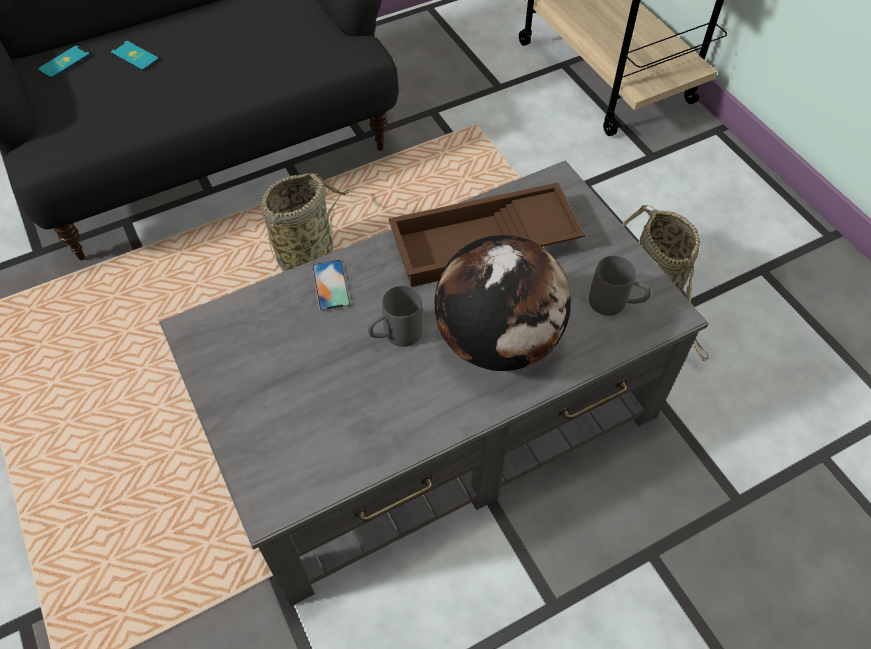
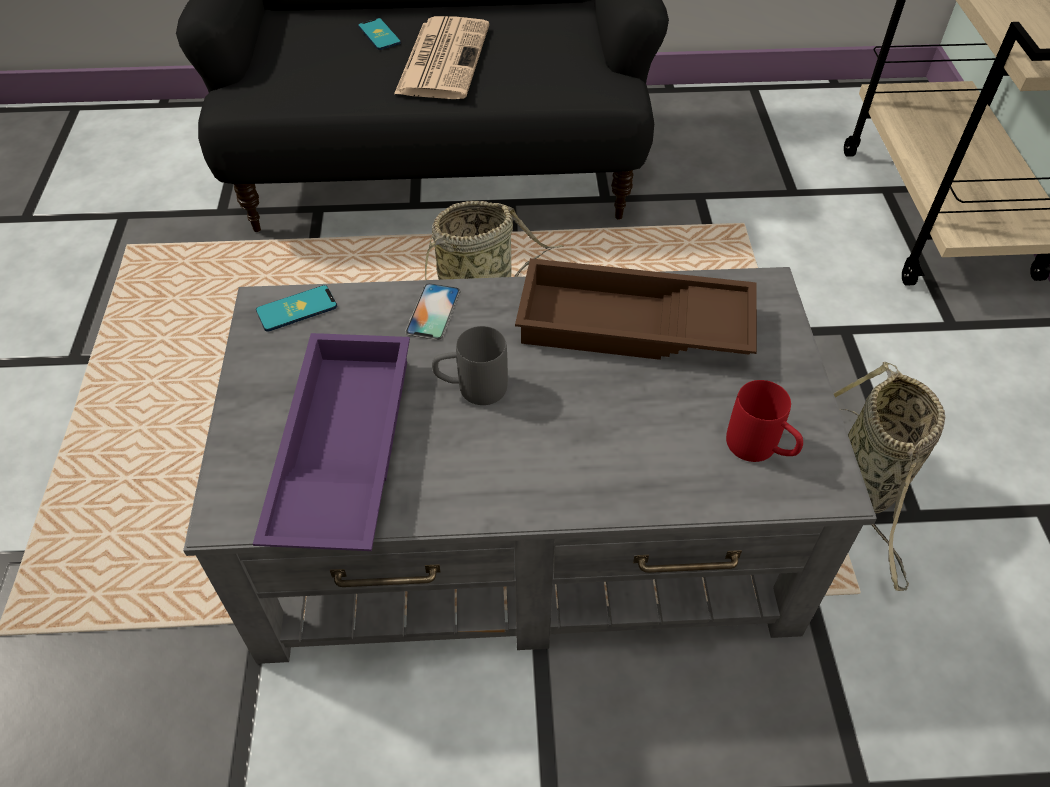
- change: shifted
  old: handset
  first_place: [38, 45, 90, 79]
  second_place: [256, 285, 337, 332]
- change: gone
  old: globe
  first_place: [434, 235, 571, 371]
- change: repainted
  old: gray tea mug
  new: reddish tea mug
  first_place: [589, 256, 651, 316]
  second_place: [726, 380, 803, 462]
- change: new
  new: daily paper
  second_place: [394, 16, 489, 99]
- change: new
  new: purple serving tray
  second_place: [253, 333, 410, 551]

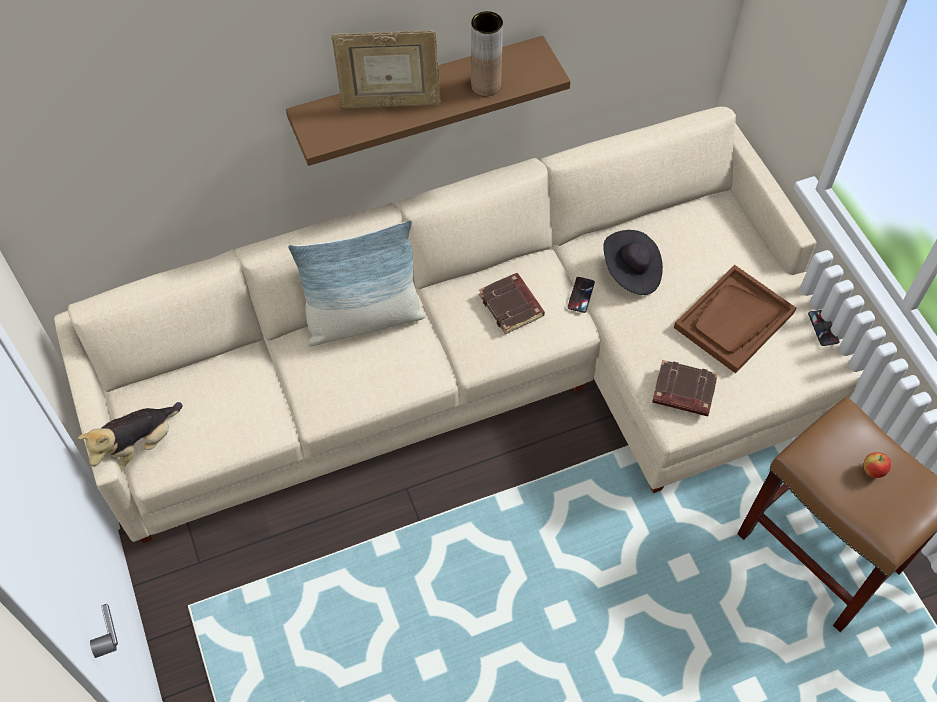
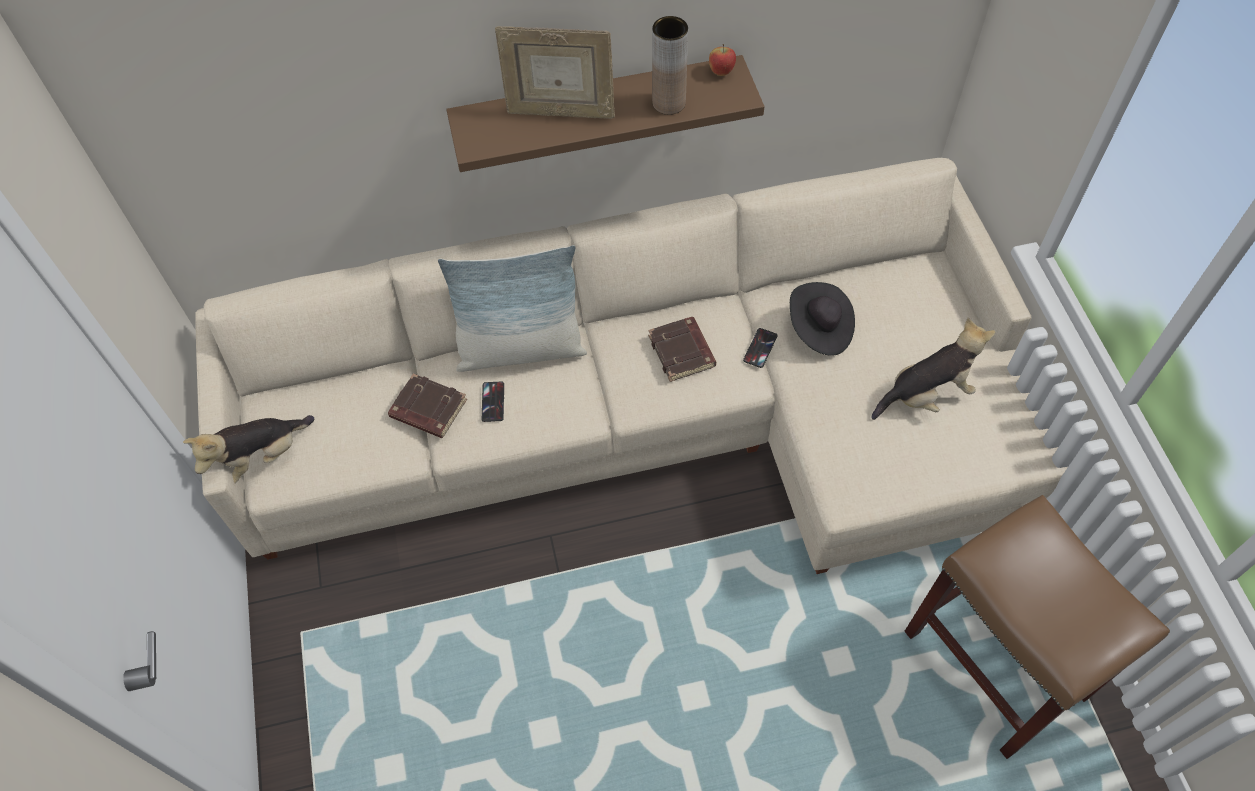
- change: swapped
  old: brownish serving tray
  new: soft toy
  first_place: [674, 265, 796, 374]
  second_place: [871, 318, 995, 420]
- change: shifted
  old: handset
  first_place: [808, 309, 840, 346]
  second_place: [482, 382, 504, 422]
- change: shifted
  old: brownish bound book
  first_place: [652, 360, 718, 416]
  second_place: [388, 374, 467, 438]
- change: shifted
  old: apple fruit
  first_place: [864, 452, 891, 478]
  second_place: [709, 44, 736, 76]

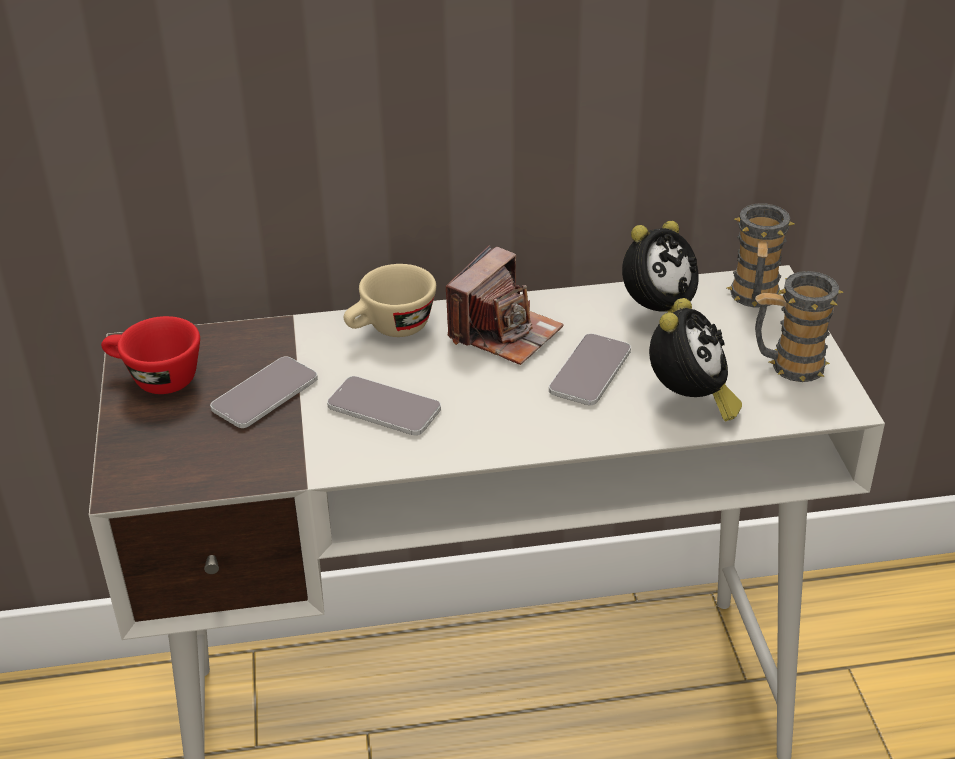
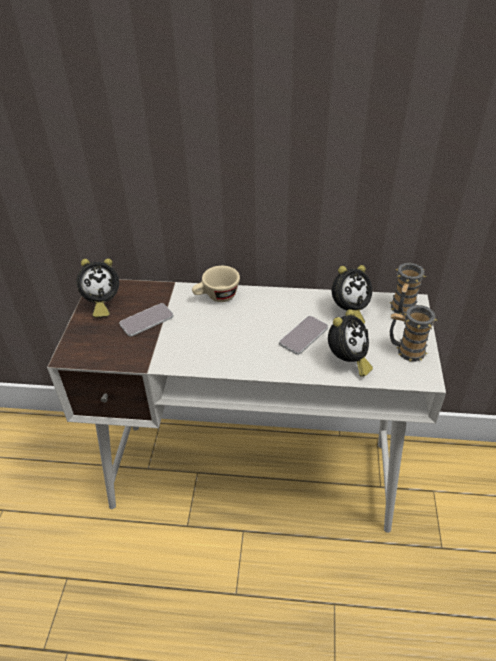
- change: gone
  old: photo camera
  first_place: [446, 245, 564, 365]
- change: swapped
  old: reddish cup
  new: alarm clock
  first_place: [101, 316, 200, 394]
  second_place: [76, 258, 119, 318]
- change: gone
  old: handset
  first_place: [327, 376, 441, 435]

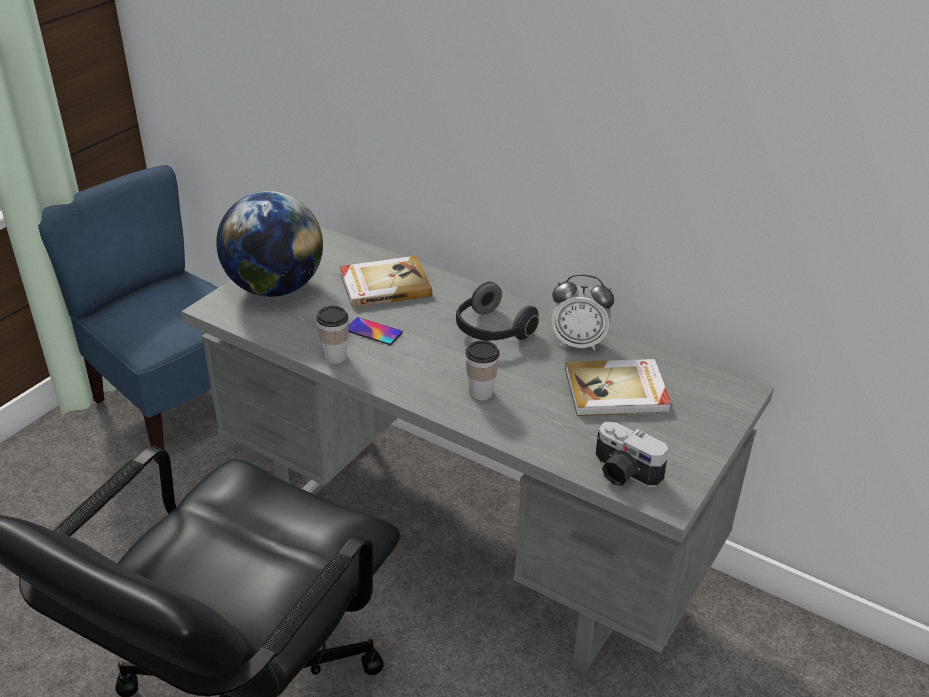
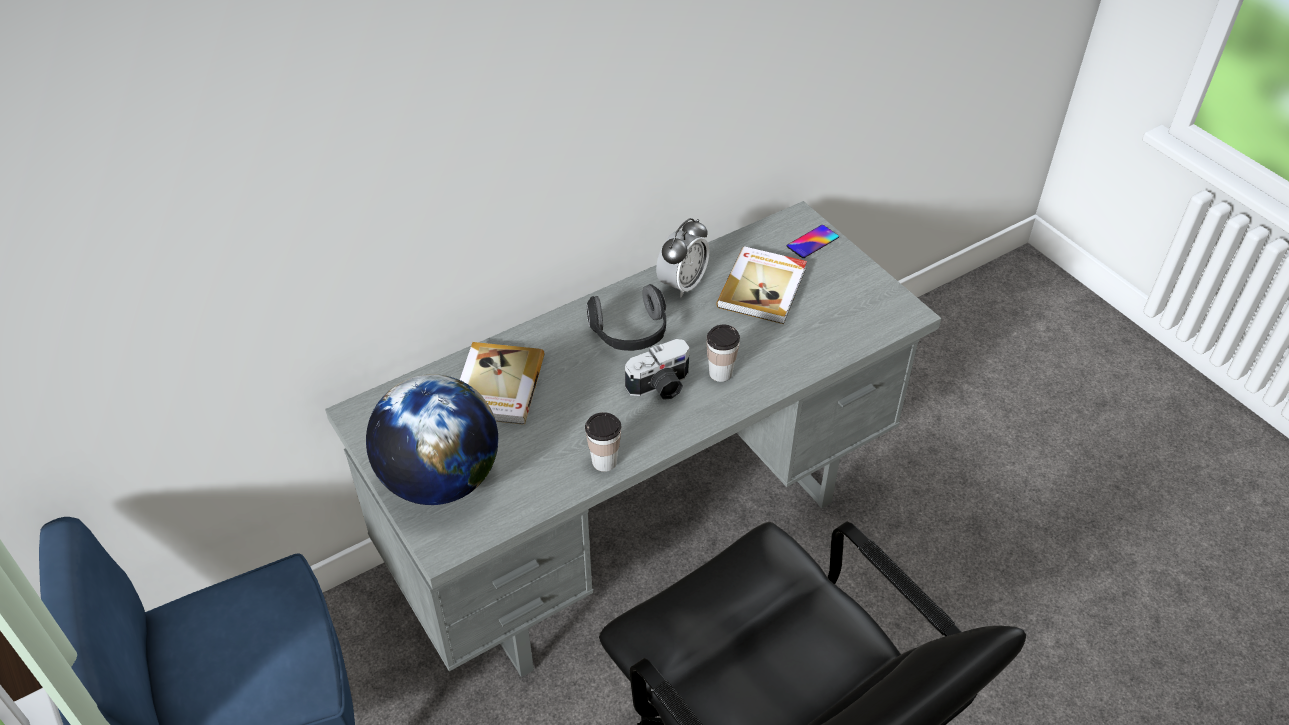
- change: shifted
  old: handset
  first_place: [348, 317, 403, 345]
  second_place: [787, 225, 839, 258]
- change: shifted
  old: photo camera
  first_place: [595, 422, 669, 487]
  second_place: [625, 339, 690, 400]

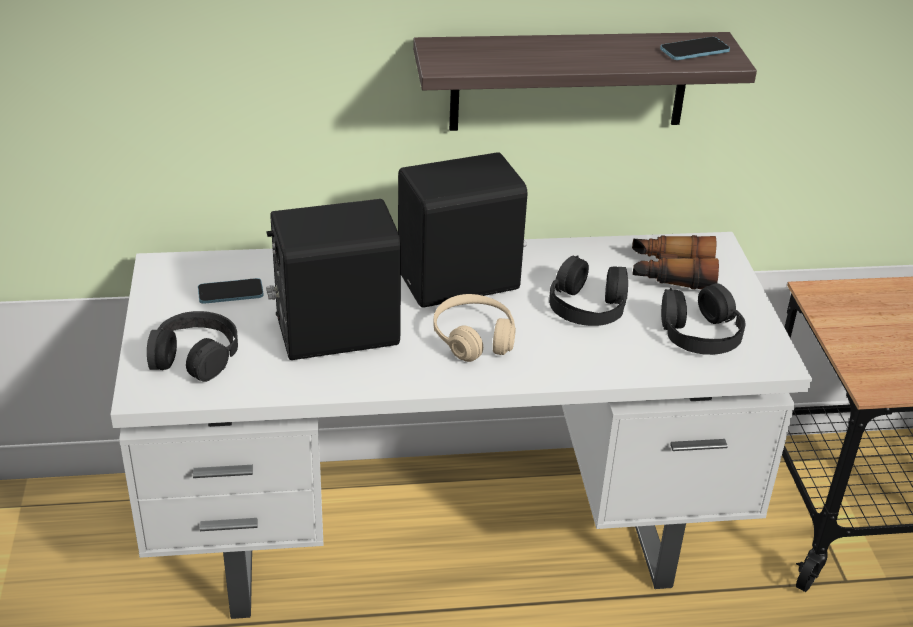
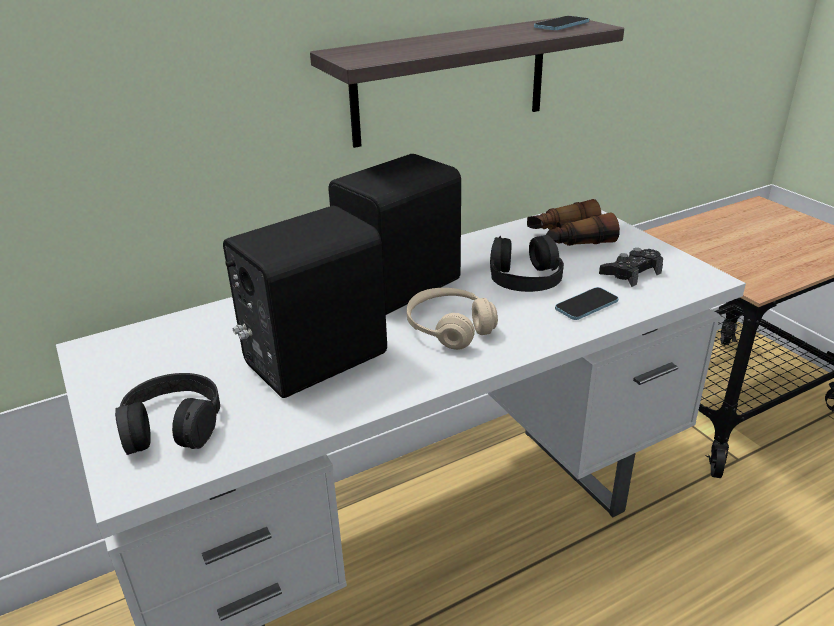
- change: shifted
  old: handset
  first_place: [198, 278, 264, 304]
  second_place: [555, 287, 619, 320]
- change: swapped
  old: blackish pair of headphones
  new: blackish game controller
  first_place: [661, 283, 745, 355]
  second_place: [599, 248, 663, 287]

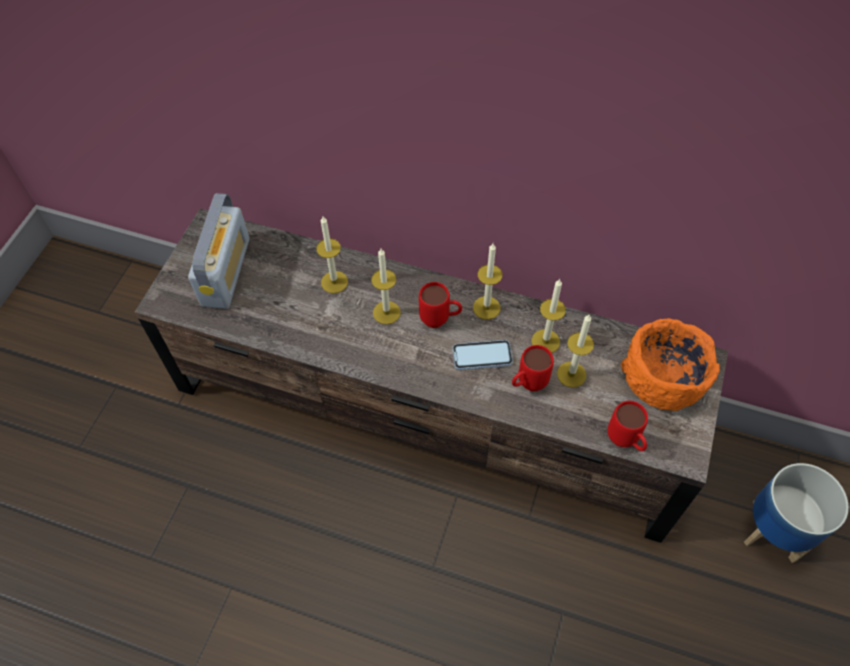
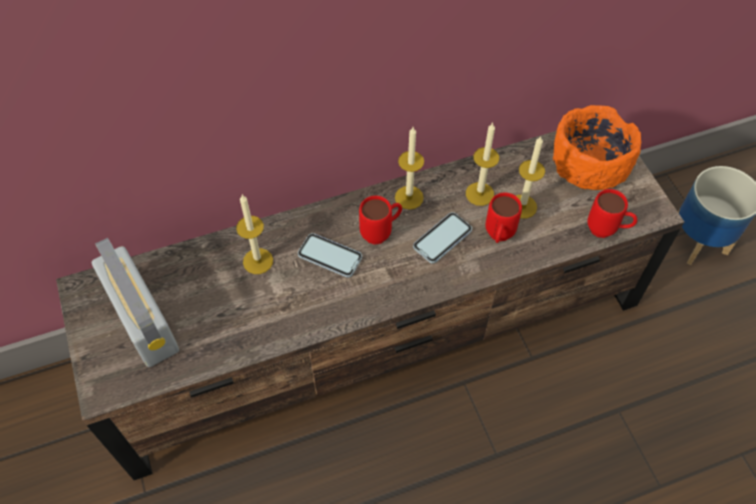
- change: swapped
  old: wax candle
  new: handset
  first_place: [371, 249, 401, 324]
  second_place: [298, 233, 362, 278]

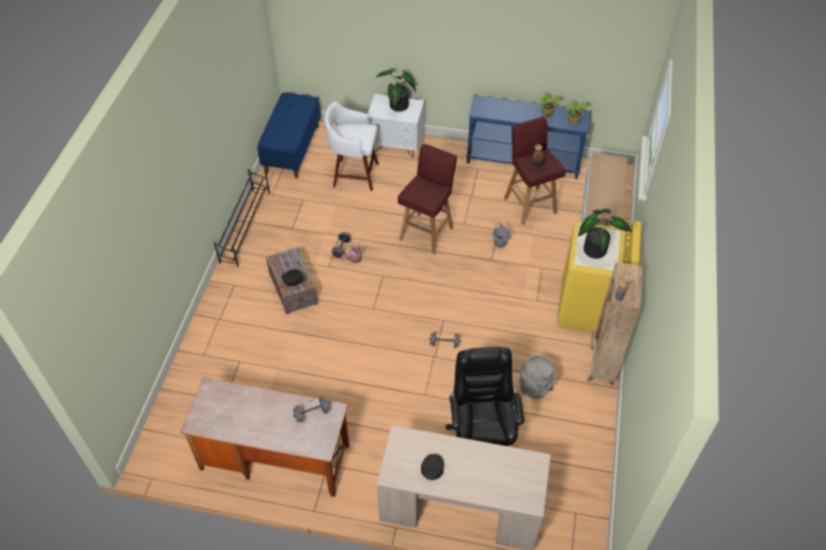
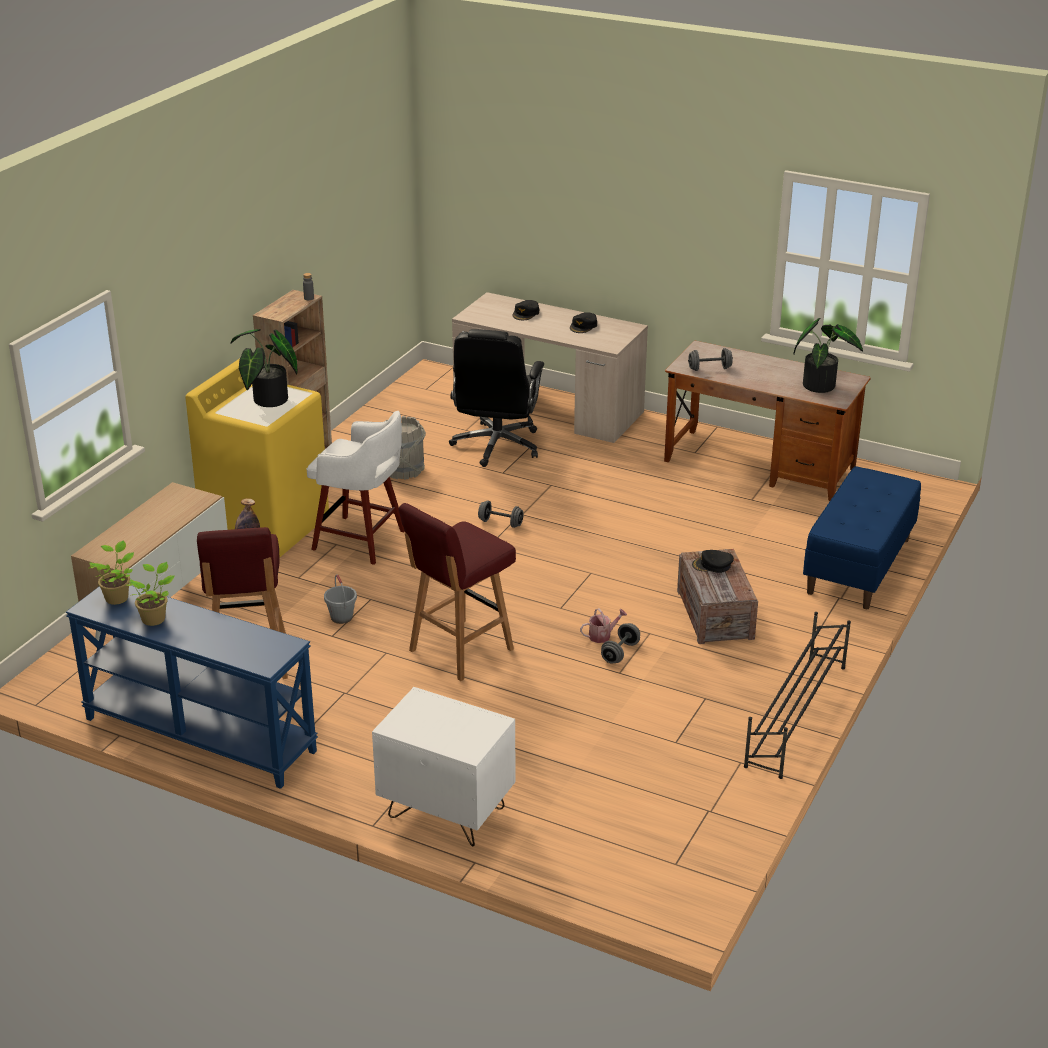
- change: shifted
  old: potted plant
  first_place: [375, 70, 416, 112]
  second_place: [793, 318, 863, 393]
- change: shifted
  old: blue-coloured bench
  first_place: [258, 93, 321, 178]
  second_place: [803, 466, 921, 609]
- change: shifted
  old: whitish stool
  first_place: [324, 101, 379, 191]
  second_place: [307, 411, 405, 565]
- change: new
  new: blackish peaked cap
  second_place: [512, 300, 539, 320]

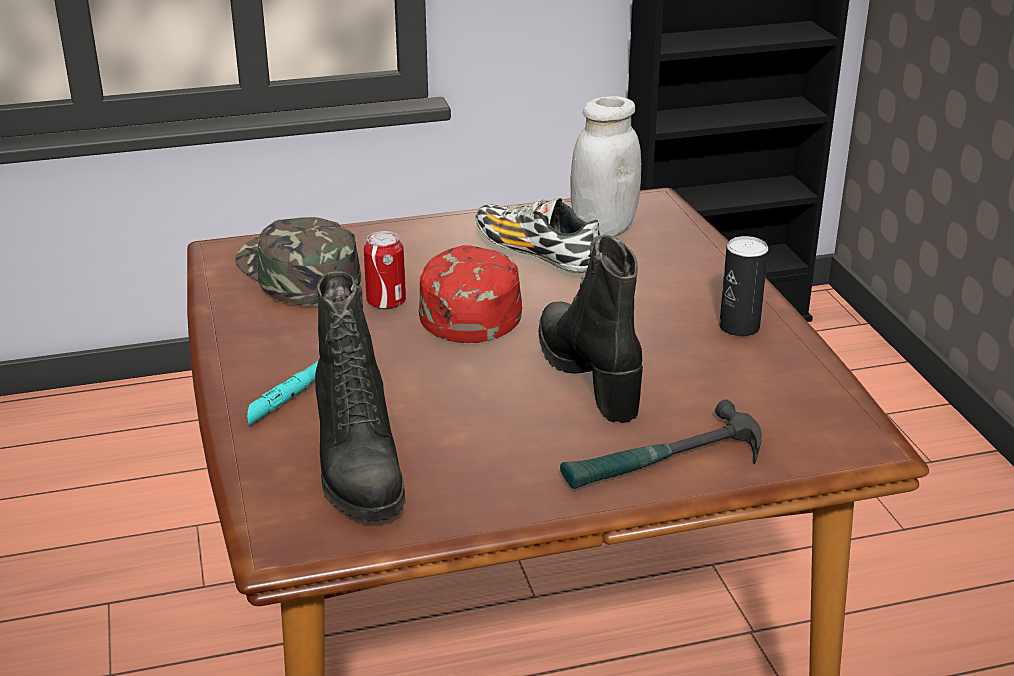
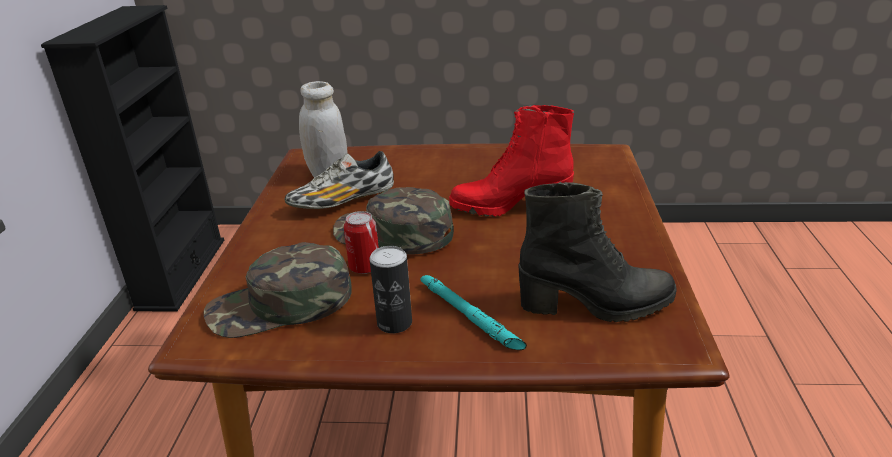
- change: repainted
  old: blackish boot
  new: reddish boot
  first_place: [539, 235, 643, 423]
  second_place: [449, 105, 574, 217]
- change: shifted
  old: can
  first_place: [719, 236, 768, 336]
  second_place: [369, 246, 412, 333]
- change: repainted
  old: reddish peaked cap
  new: greenish peaked cap
  first_place: [419, 245, 522, 343]
  second_place: [333, 187, 454, 255]
- change: gone
  old: hand hammer
  first_place: [560, 400, 762, 489]

